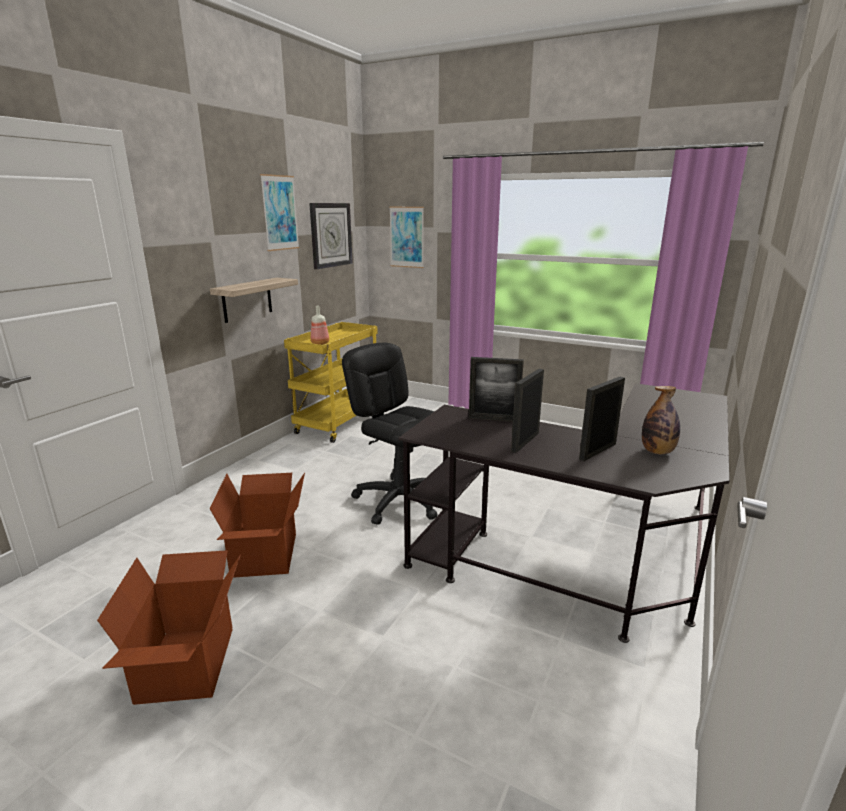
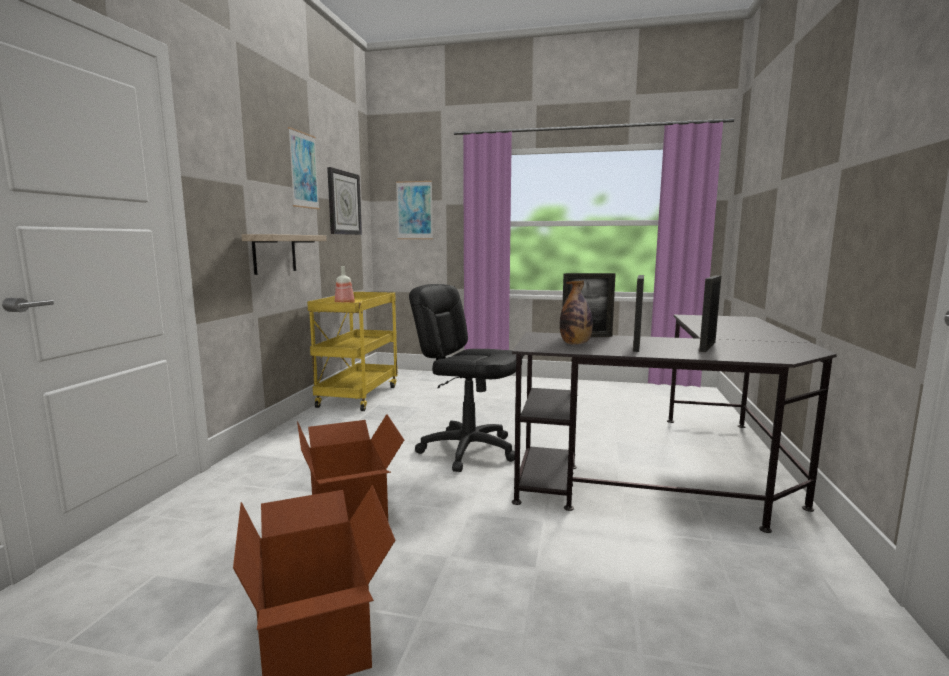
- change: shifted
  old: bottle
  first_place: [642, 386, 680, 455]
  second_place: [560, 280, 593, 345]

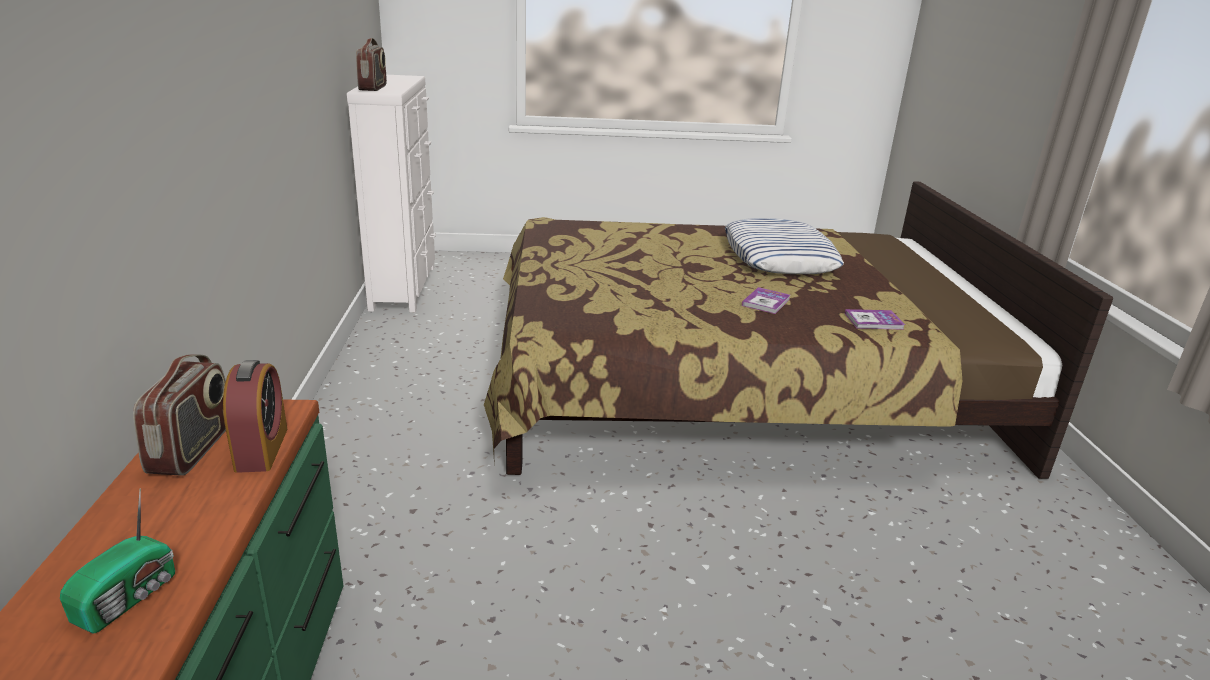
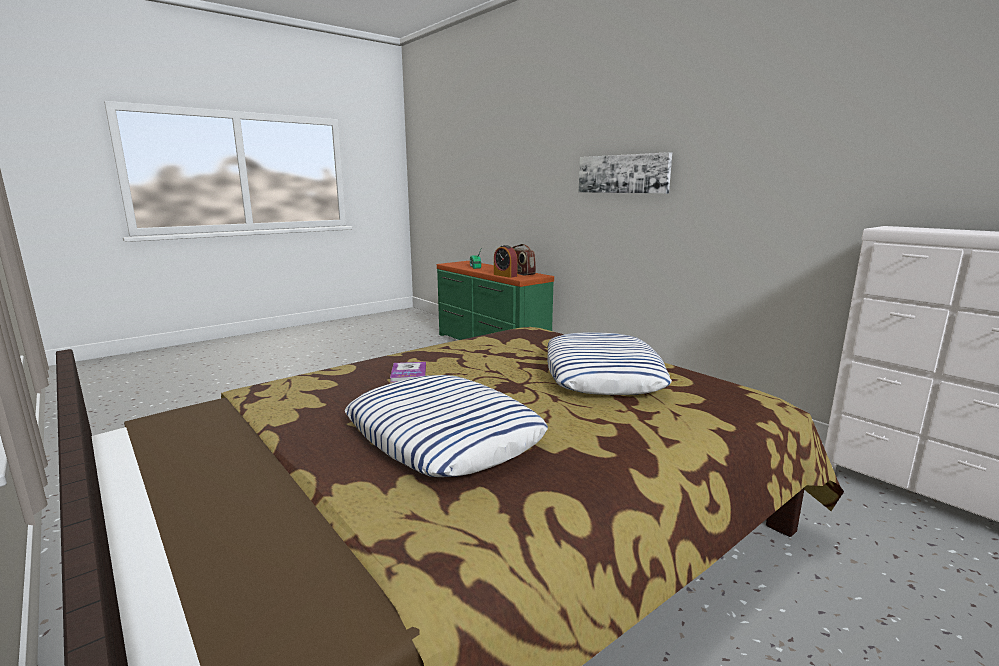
- change: gone
  old: radio set
  first_place: [356, 38, 387, 91]
- change: gone
  old: bound book
  first_place: [845, 309, 905, 330]
- change: new
  new: picture
  second_place: [579, 152, 672, 194]
- change: new
  new: cushion
  second_place: [547, 332, 672, 395]

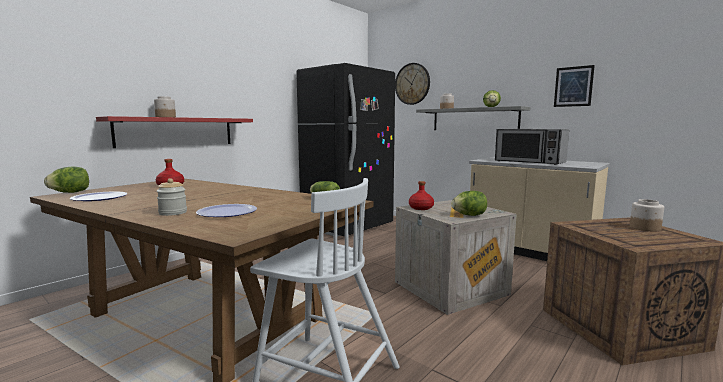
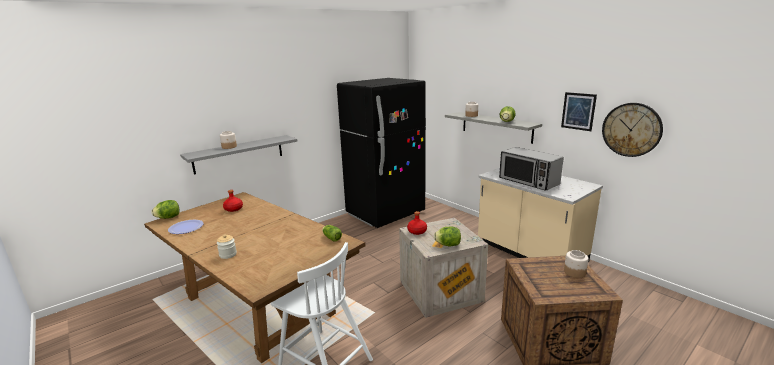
- change: shifted
  old: hanging clock
  first_place: [395, 63, 430, 105]
  second_place: [602, 103, 663, 157]
- change: repainted
  old: reddish bracket shelf
  new: gray bracket shelf
  first_place: [96, 116, 253, 148]
  second_place: [180, 135, 298, 174]
- change: gone
  old: plate
  first_place: [196, 204, 257, 217]

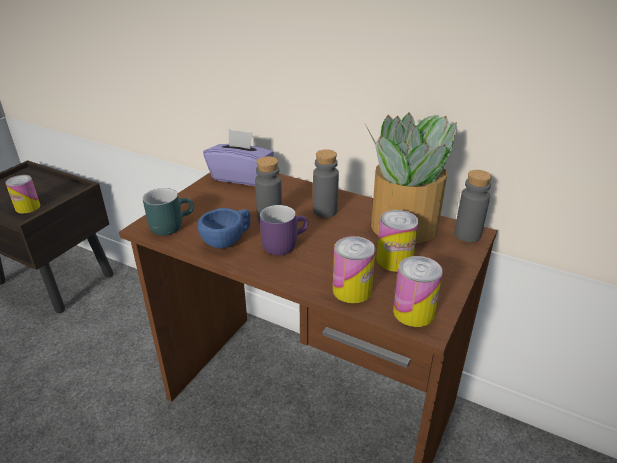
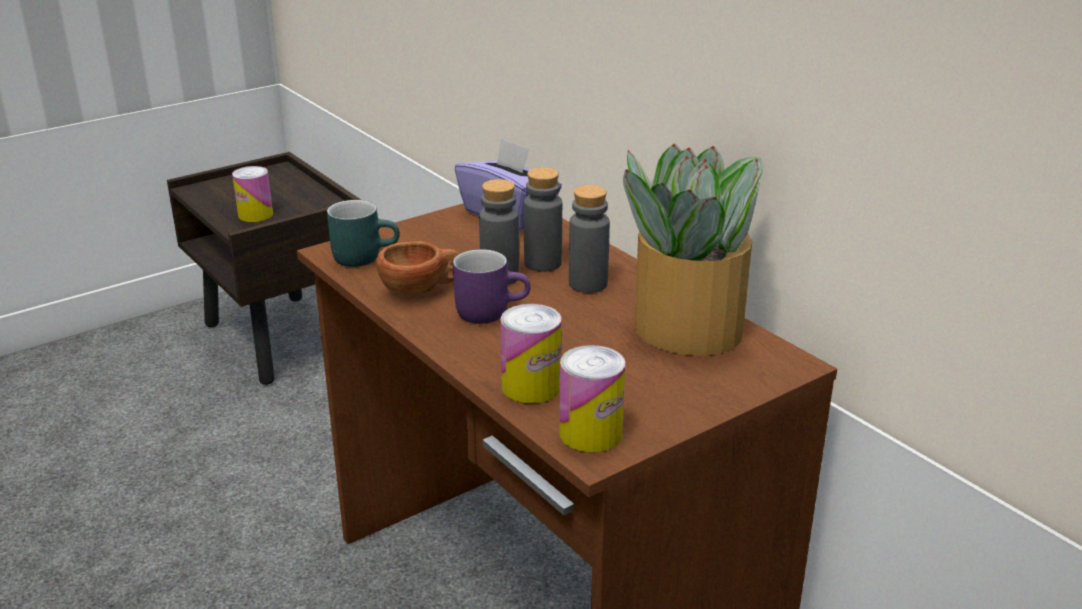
- change: shifted
  old: gray bottle
  first_place: [454, 170, 492, 242]
  second_place: [524, 167, 562, 272]
- change: repainted
  old: blue-coloured cup
  new: brownish cup
  first_place: [198, 208, 251, 248]
  second_place: [376, 241, 460, 297]
- change: gone
  old: can
  first_place: [376, 210, 419, 272]

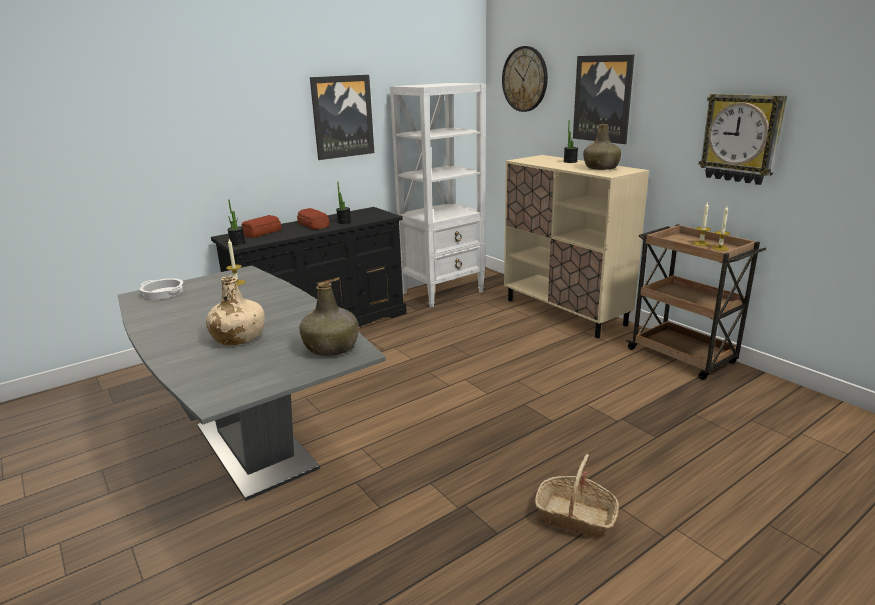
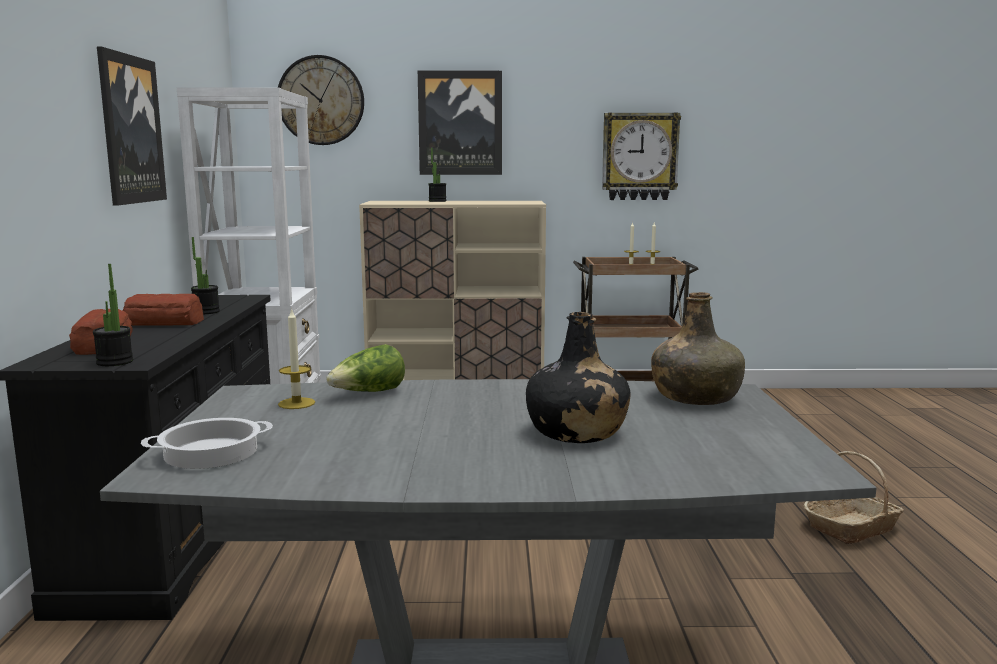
- change: gone
  old: greenish bottle
  first_place: [583, 124, 621, 170]
- change: repainted
  old: sand-coloured bottle
  new: blackish bottle
  first_place: [206, 276, 265, 345]
  second_place: [526, 312, 631, 443]
- change: new
  new: head of lettuce
  second_place: [326, 344, 405, 392]

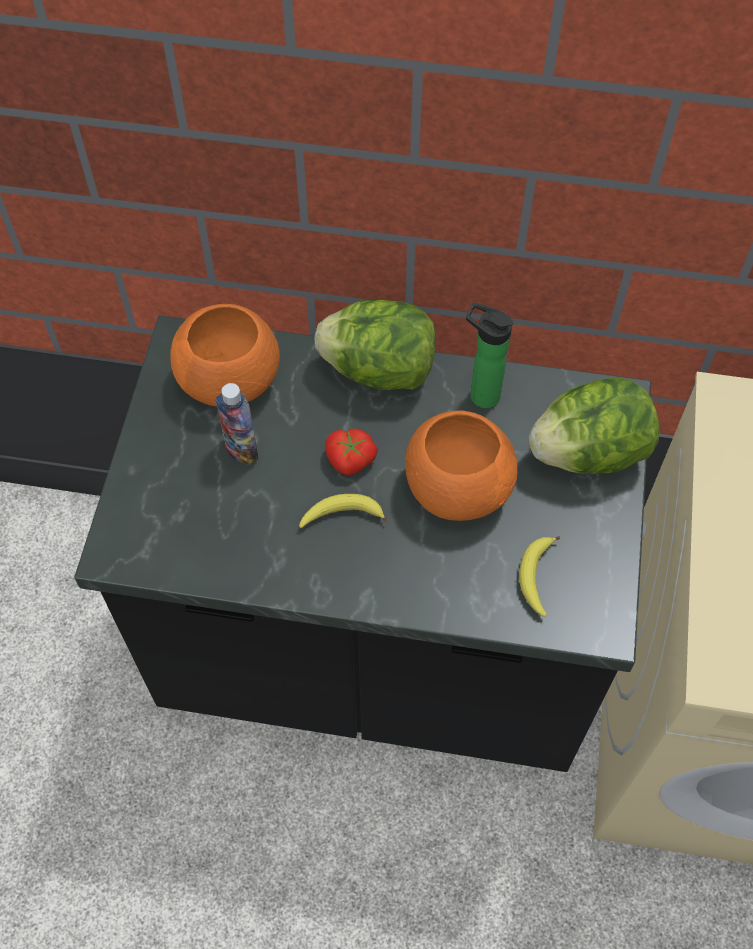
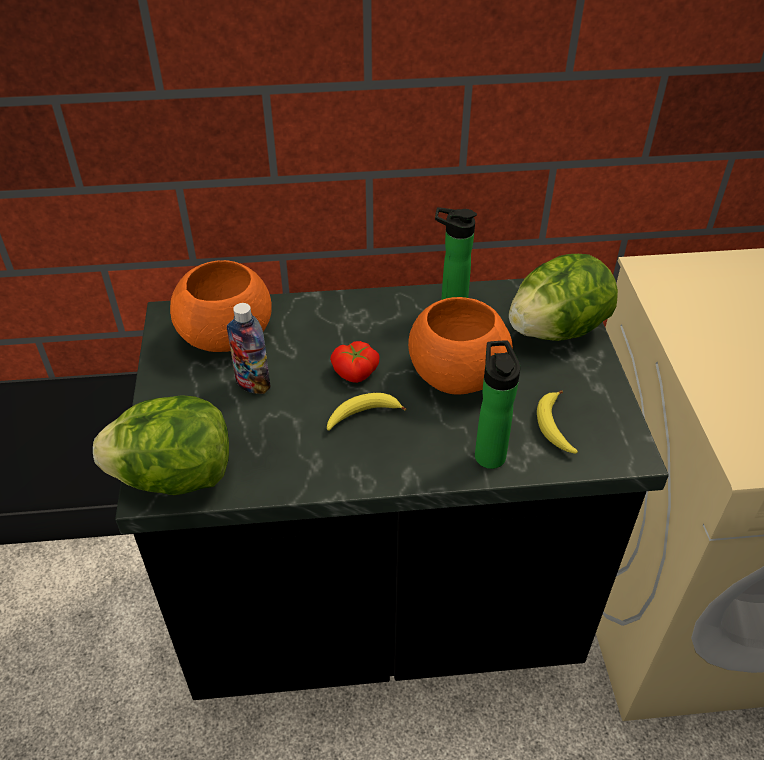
- change: shifted
  old: head of lettuce
  first_place: [315, 299, 436, 390]
  second_place: [93, 395, 229, 495]
- change: new
  new: bottle
  second_place: [475, 340, 520, 469]

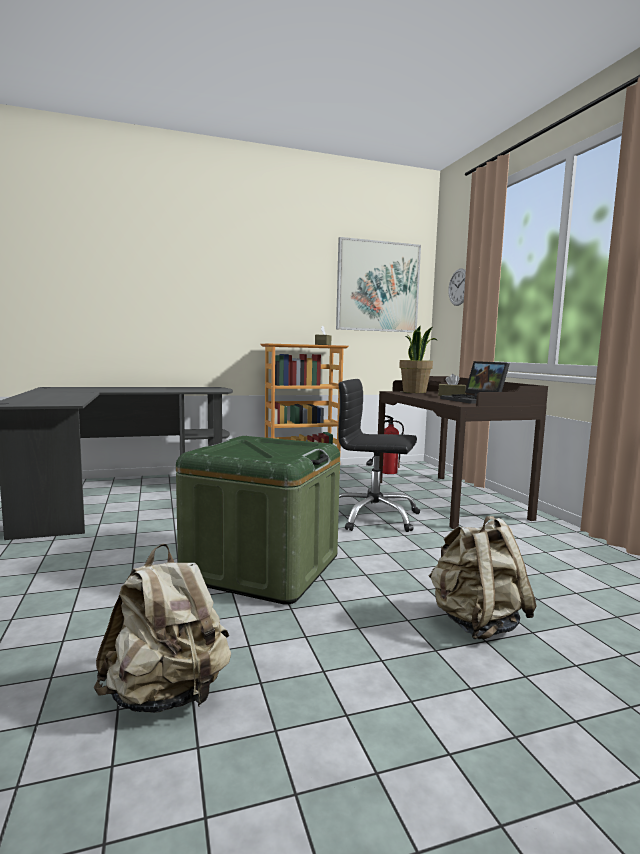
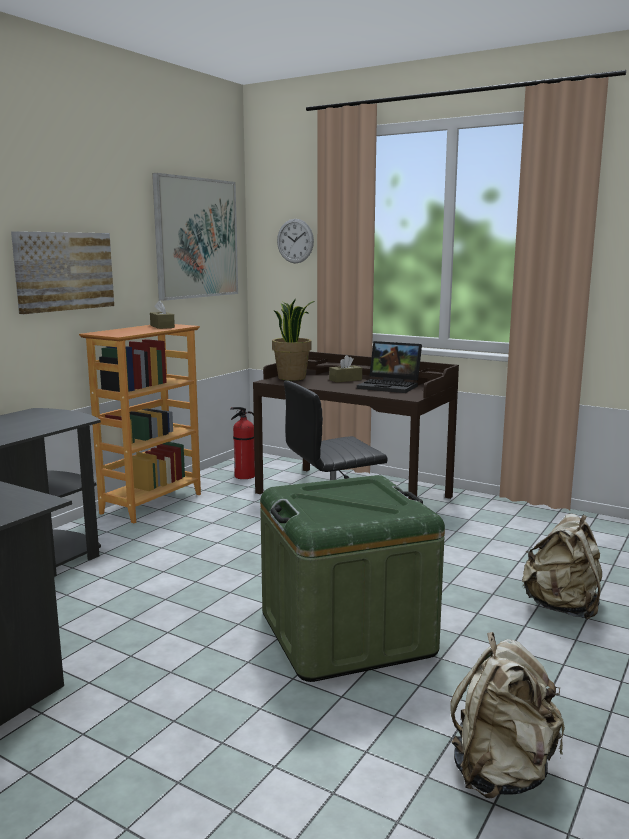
- change: new
  new: picture
  second_place: [11, 231, 114, 314]

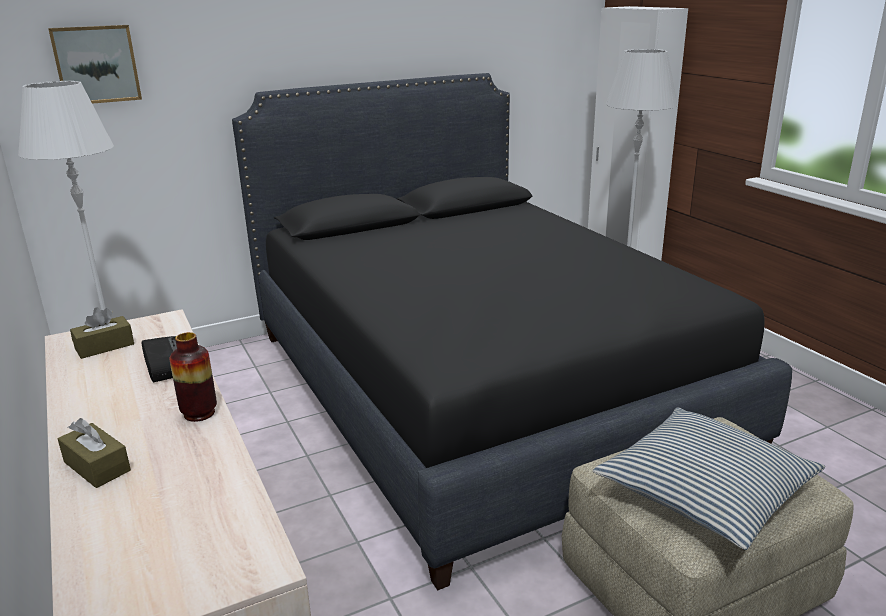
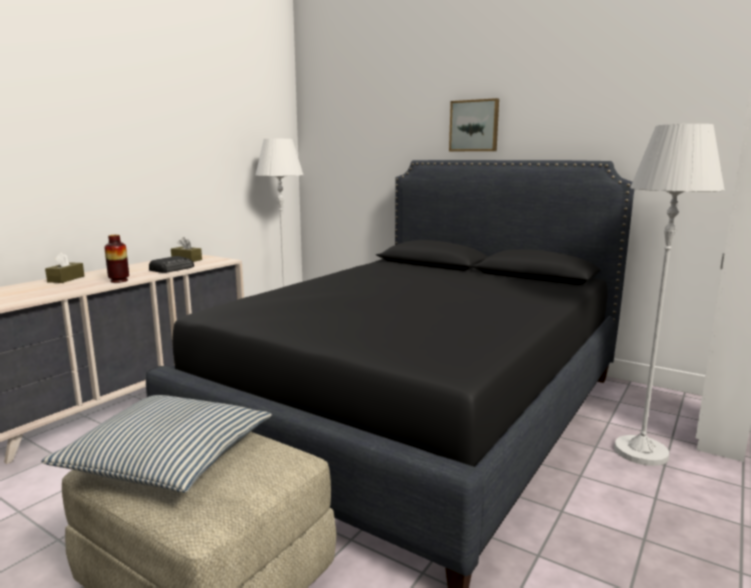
- change: shifted
  old: picture
  first_place: [48, 25, 142, 104]
  second_place: [449, 98, 499, 151]

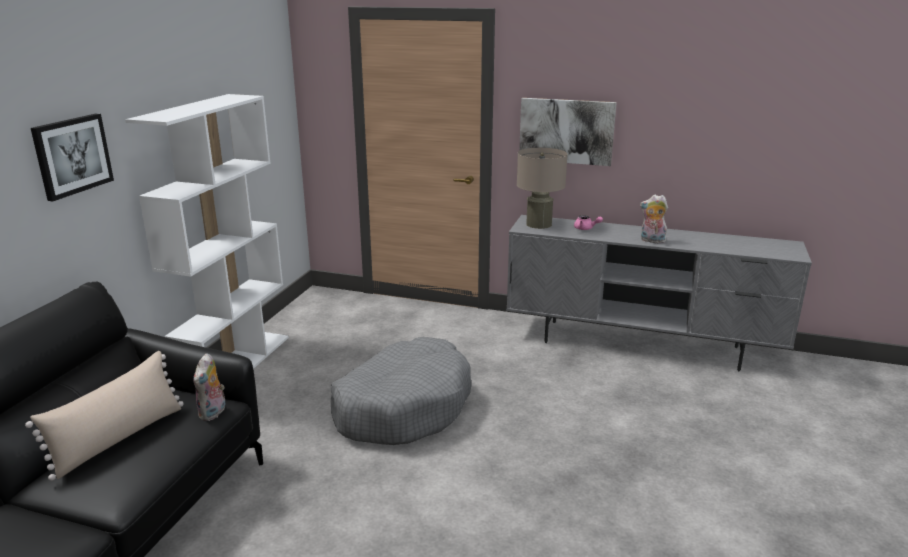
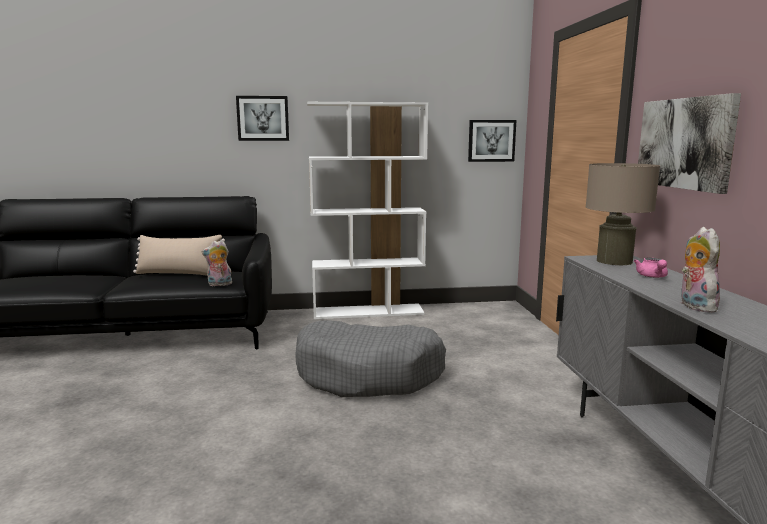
- change: new
  new: picture
  second_place: [468, 120, 516, 162]

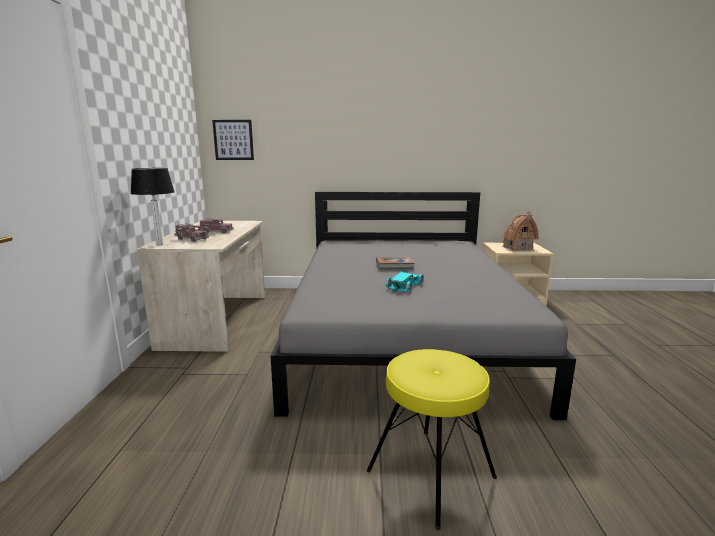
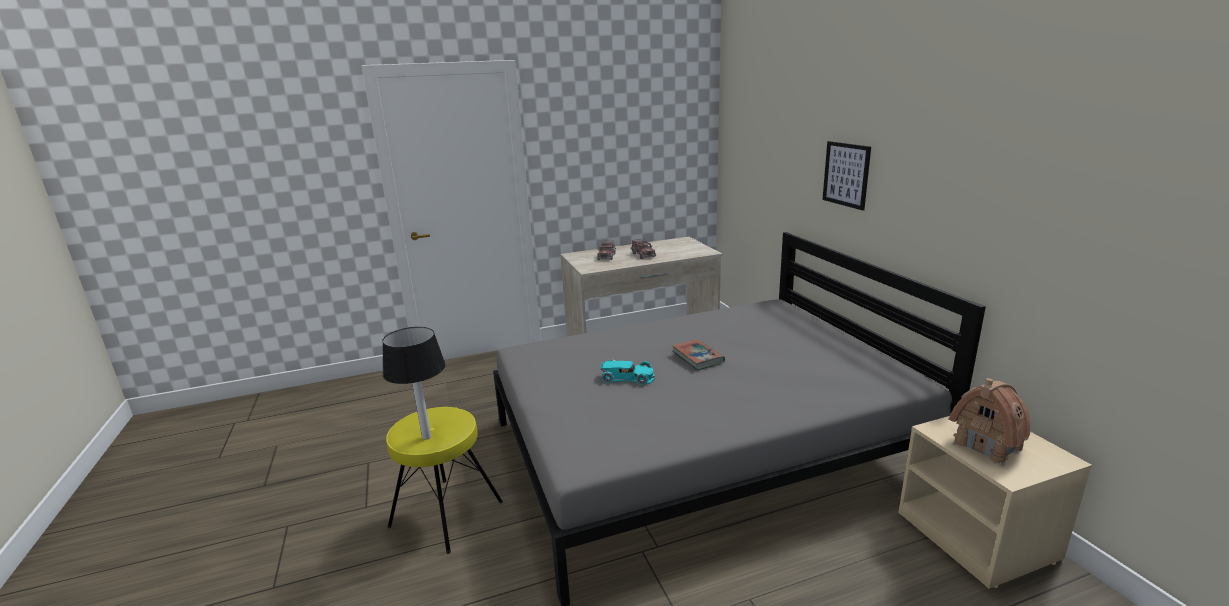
- change: shifted
  old: picture
  first_place: [212, 120, 254, 160]
  second_place: [823, 141, 871, 210]
- change: shifted
  old: table lamp
  first_place: [130, 168, 175, 245]
  second_place: [382, 327, 446, 440]

